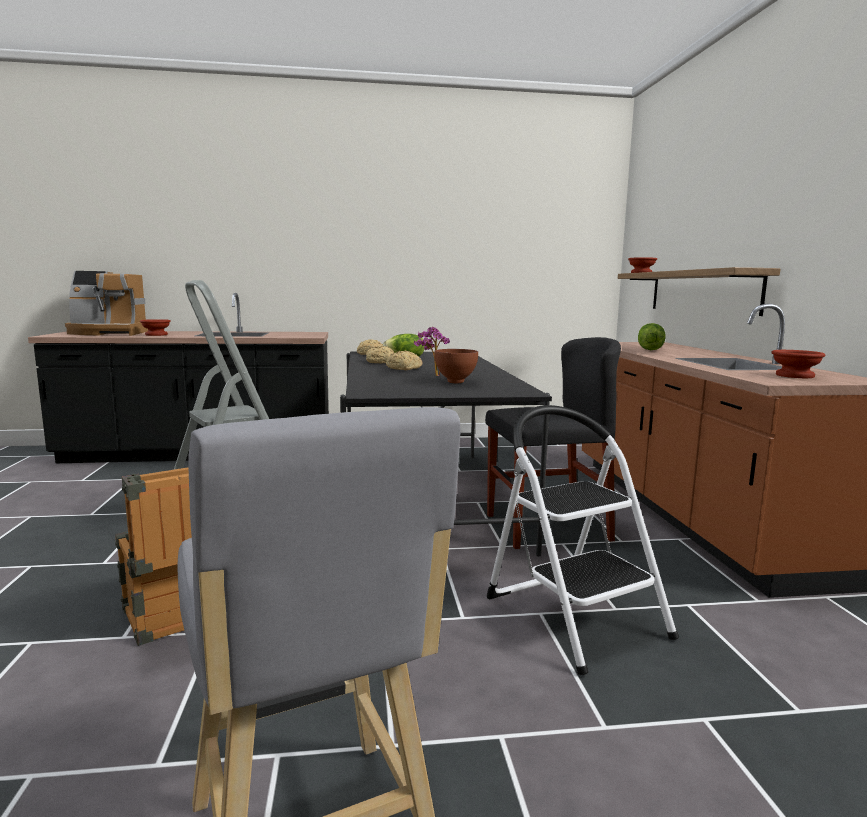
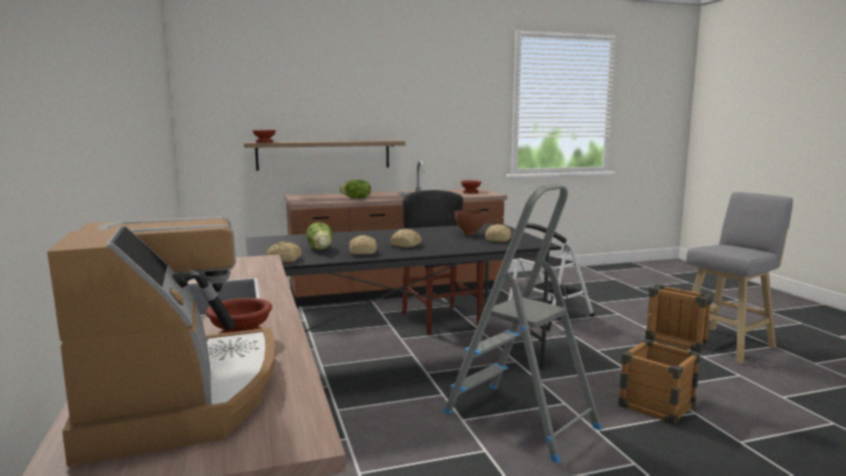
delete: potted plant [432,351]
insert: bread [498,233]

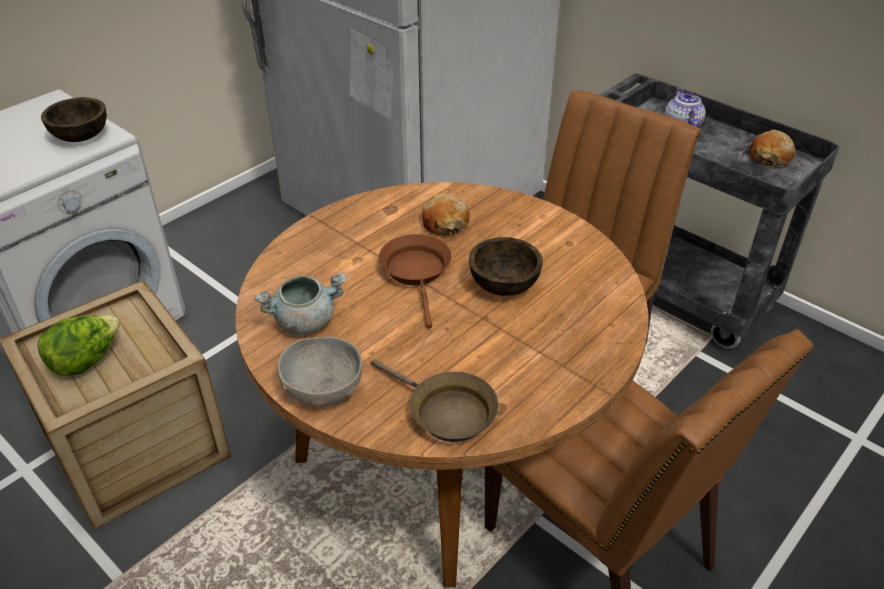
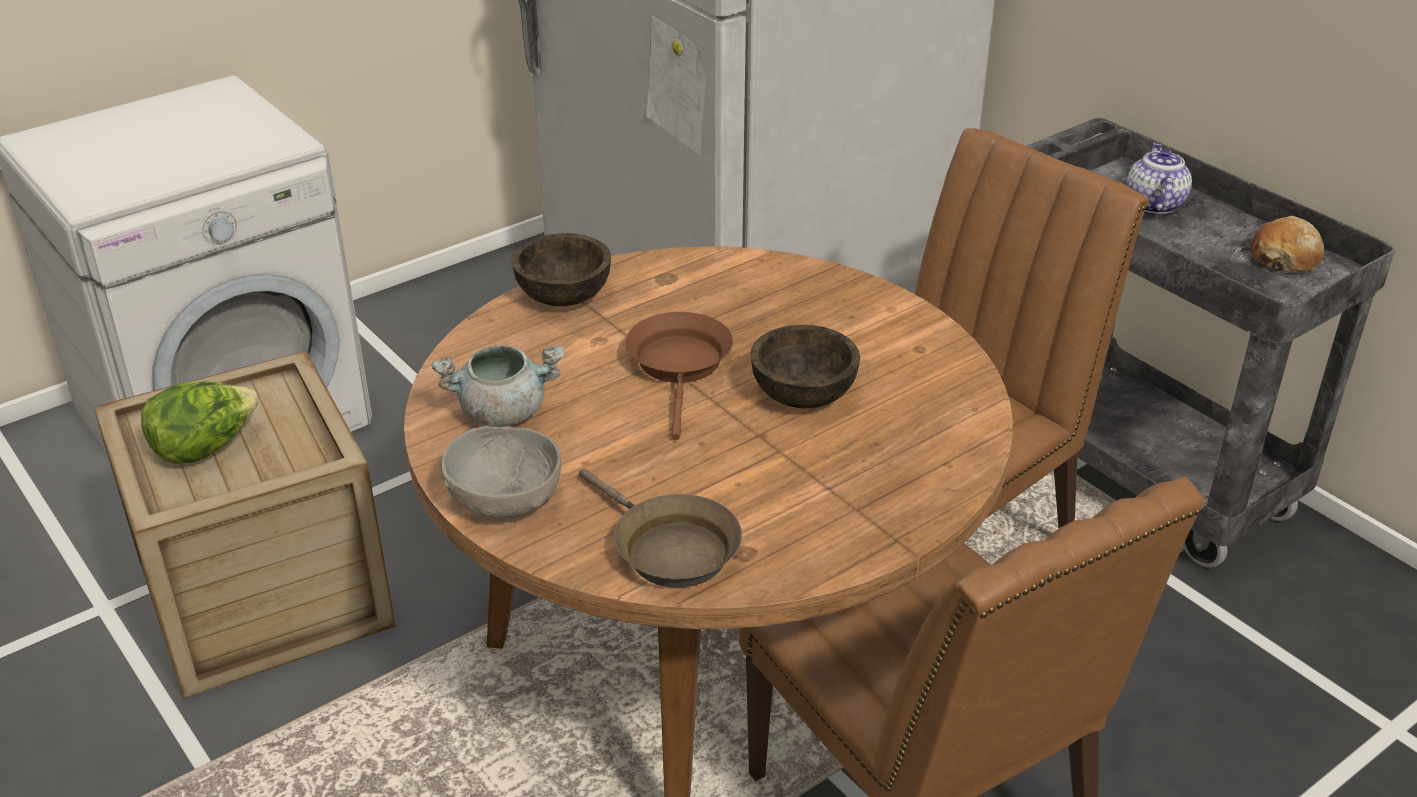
delete: bread [446,214]
move: bowl in brown [74,119] to [561,269]

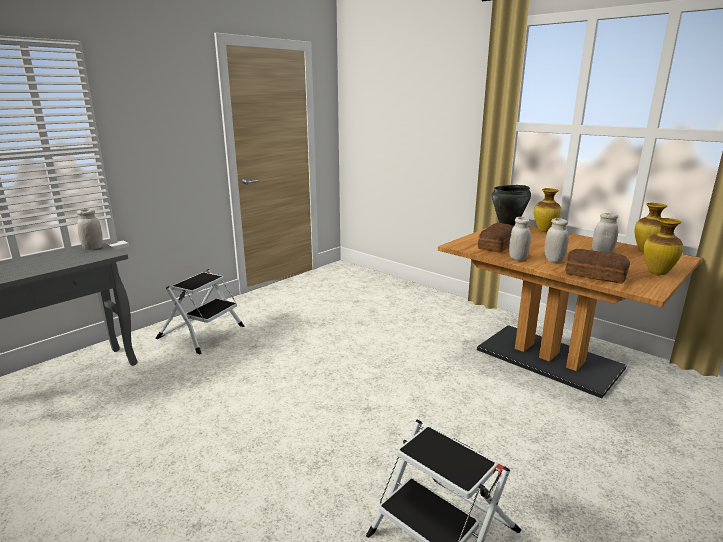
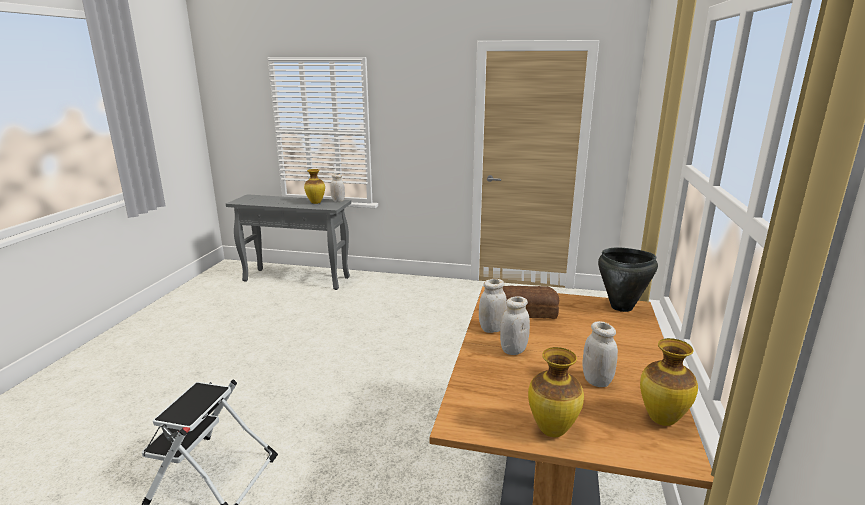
delete: bread [597,266]; step ladder [200,311]
move: vase [547,210] to [314,186]

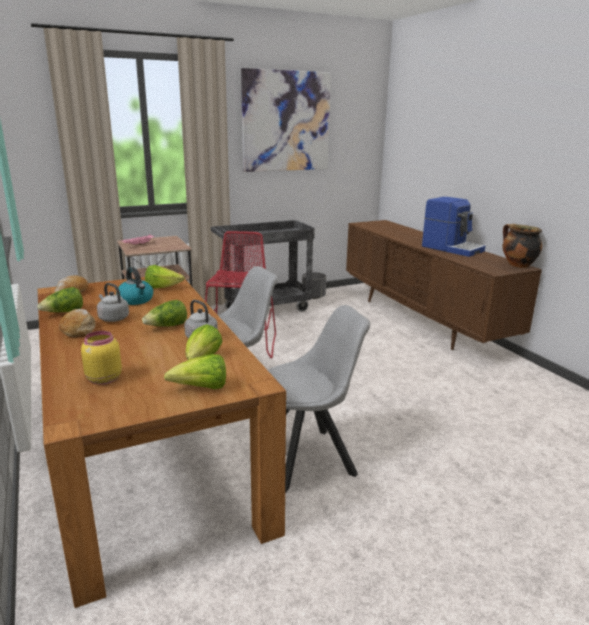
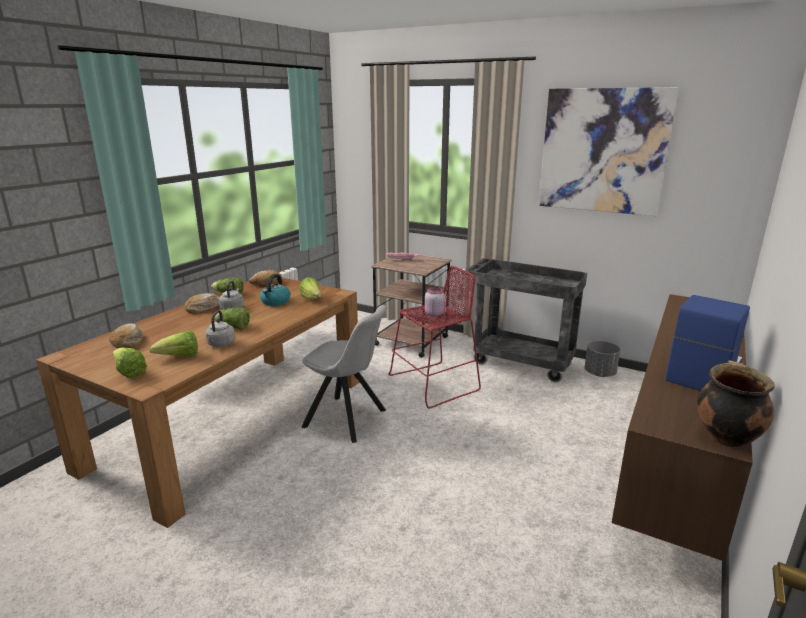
delete: chair in grey [319,399]
insert: jar in pink [435,302]
replace: jar in yellow [101,358] to bread [126,335]
rotate: coffee machine [453,227] = [707,343] 150 degrees counterclockwise

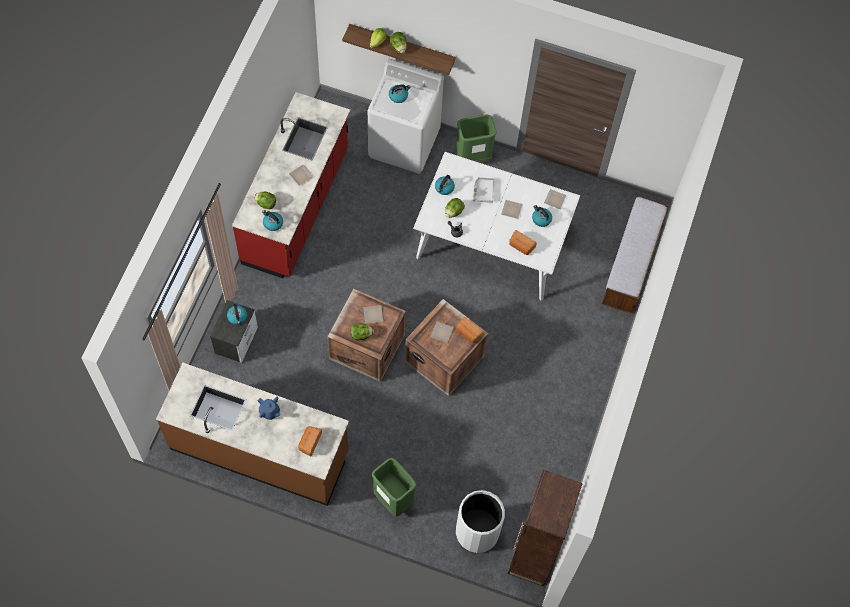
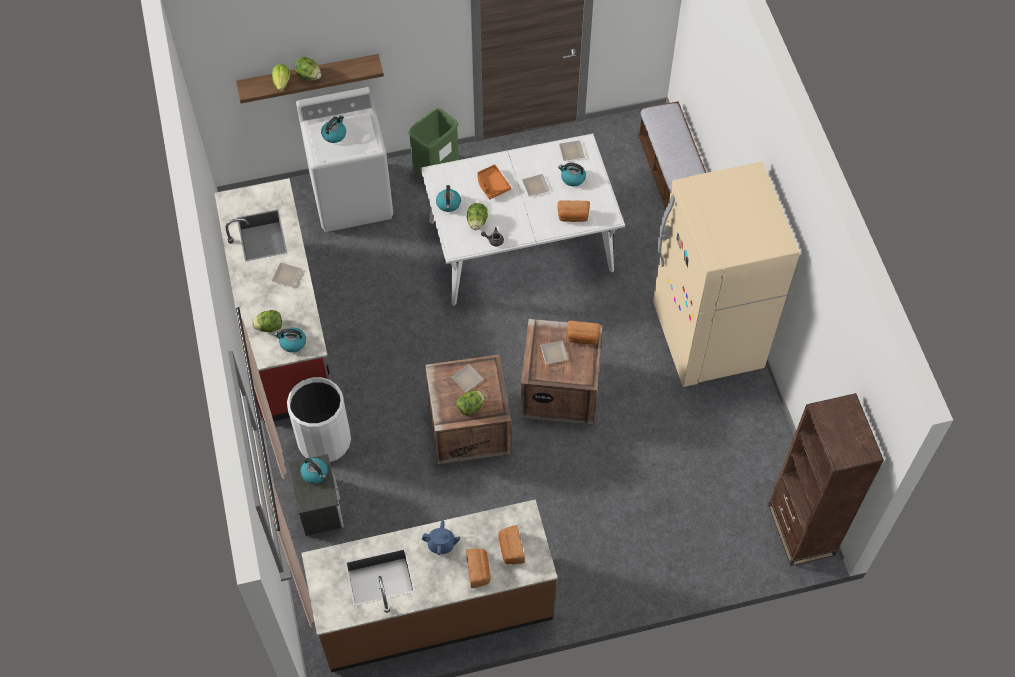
delete: trash can in green [394,487]
insert: fridge in beige [726,274]; bread [478,568]
move: trash can in white [480,521] to [319,419]
recolor: tray in grey [483,190] to tray in orange [494,181]

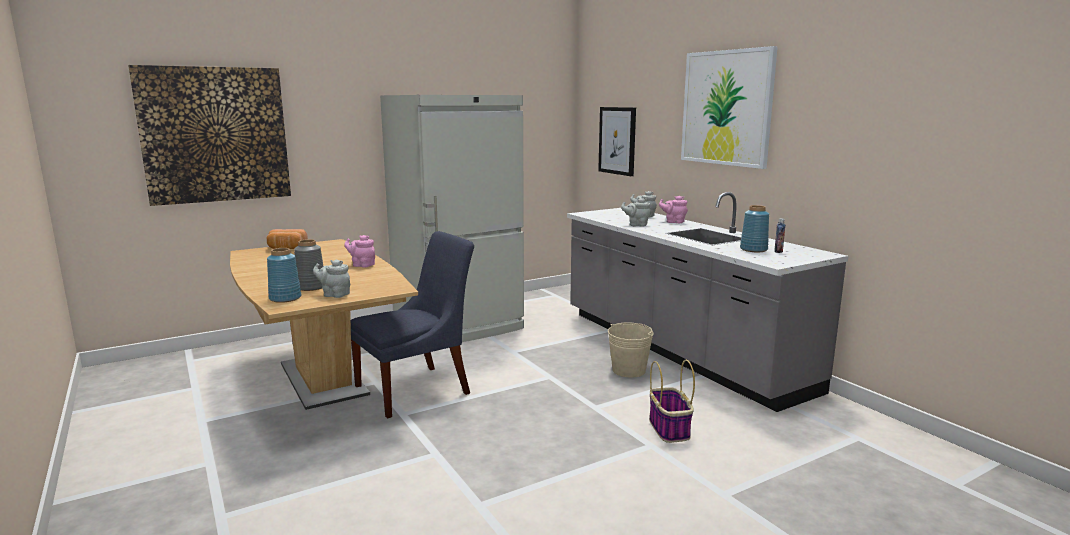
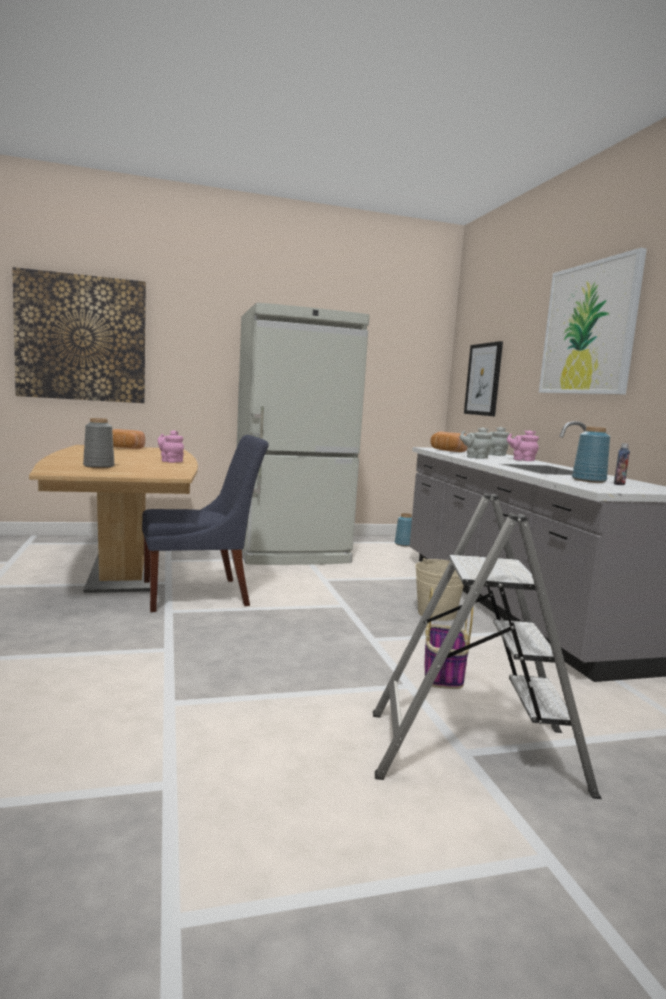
delete: teapot in grey [331,278]
insert: bread [449,442]; step ladder in grey [487,646]
move: vase in blue [284,275] to [403,529]

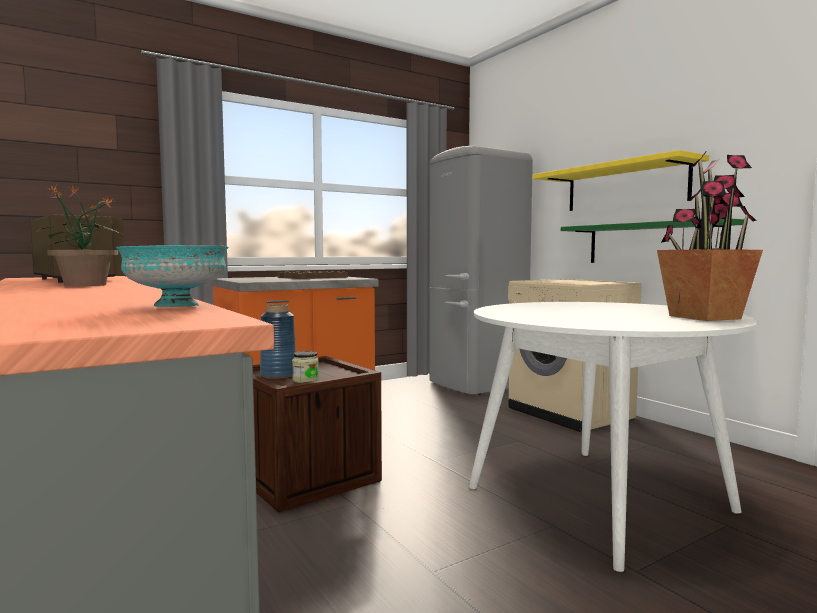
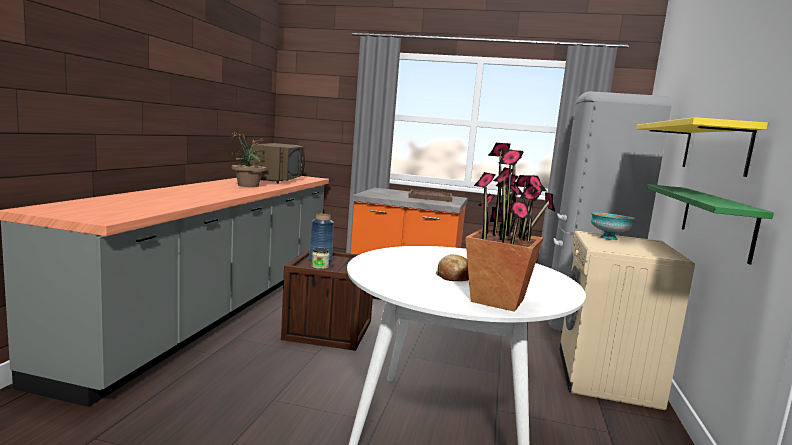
insert: bread [452,267]
move: bowl in turquoise [172,276] to [613,226]

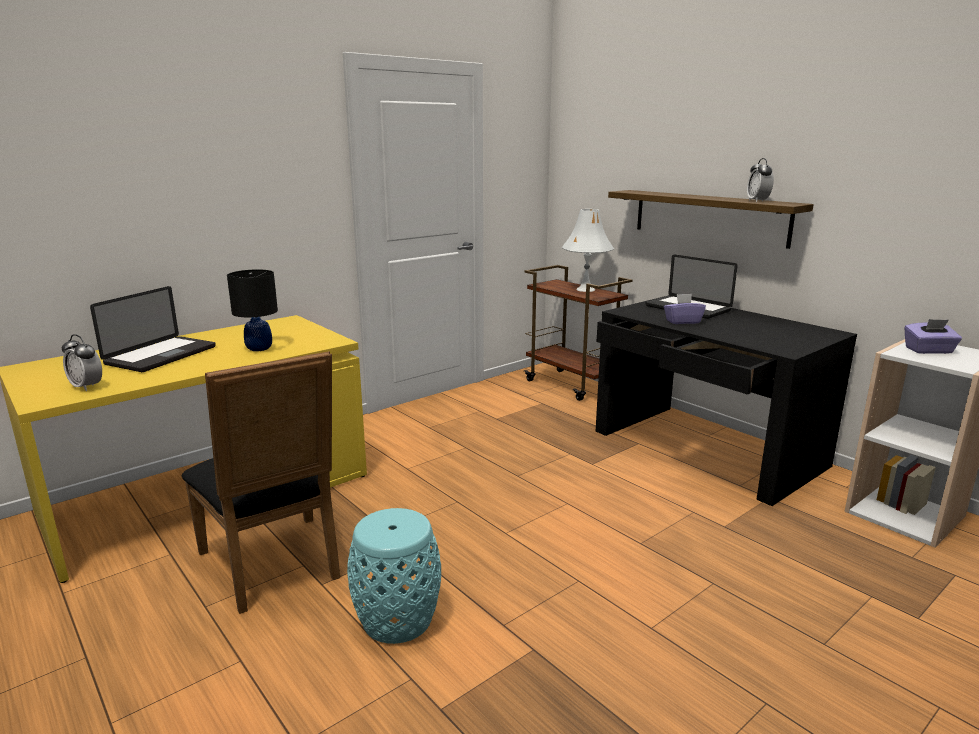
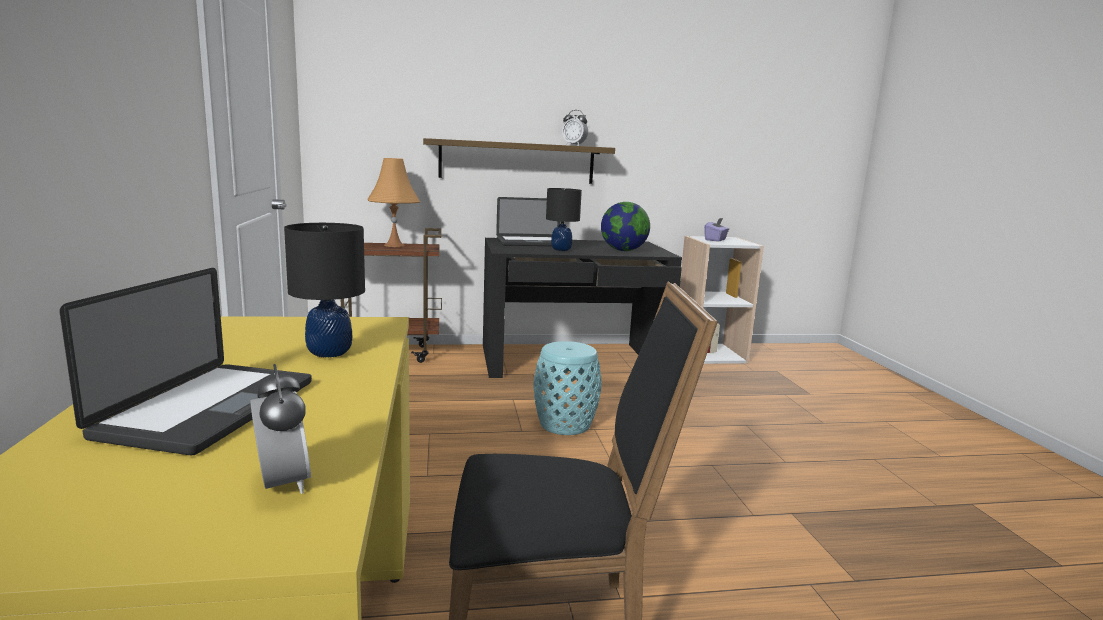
insert: globe [625,226]
move: stool in turquoise [394,576] to [568,388]
replace: tissue box in purple [685,309] to table lamp in black [564,219]
recolor: table lamp in white [588,250] to table lamp in orange [393,202]
rotate: laptop [153,329] = [185,361] 45 degrees clockwise; alarm clock [82,362] = [280,429] 90 degrees counterclockwise

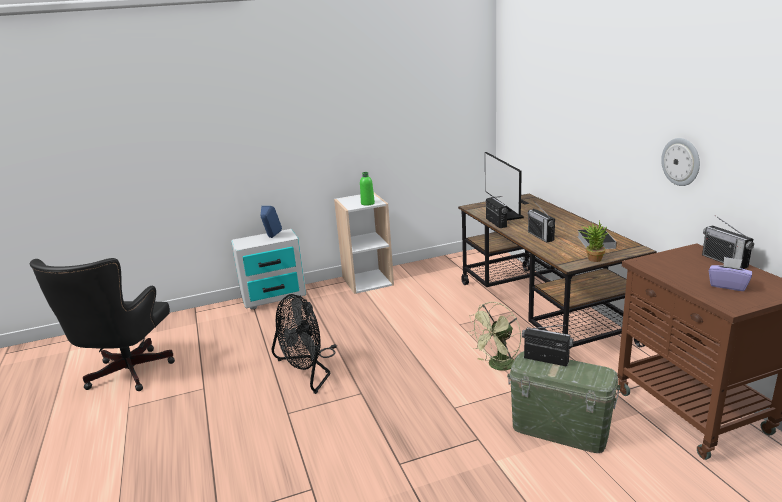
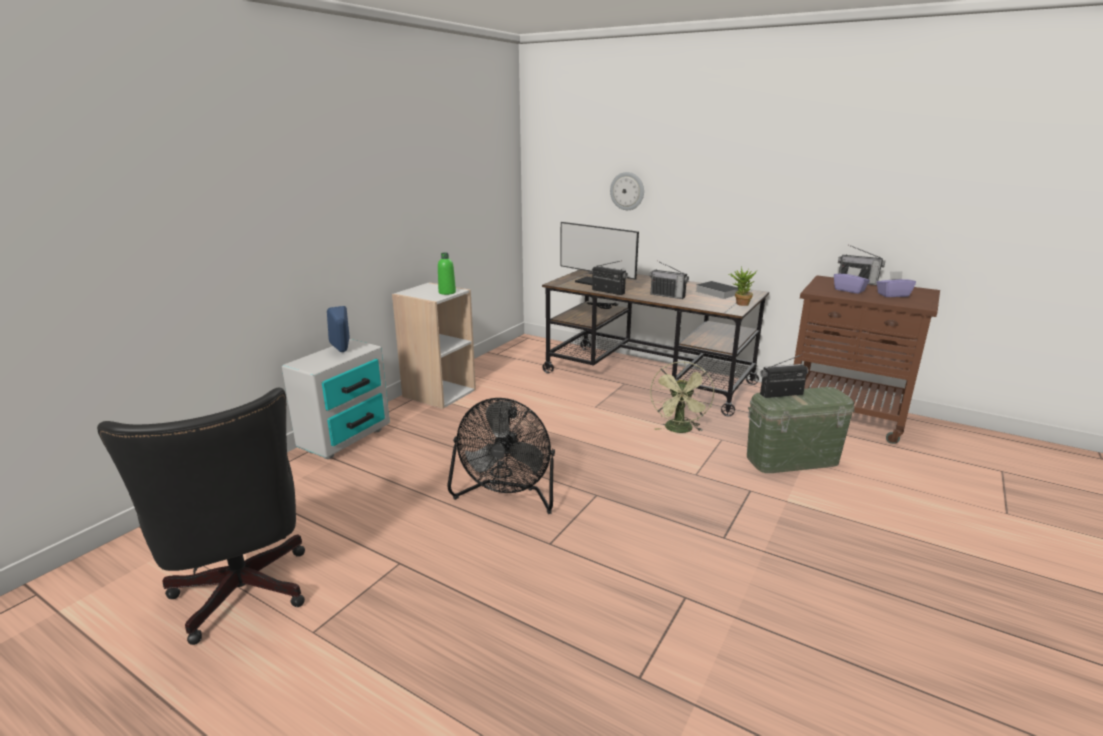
insert: tissue box in purple [852,280]
move: wall clock [680,162] to [627,191]

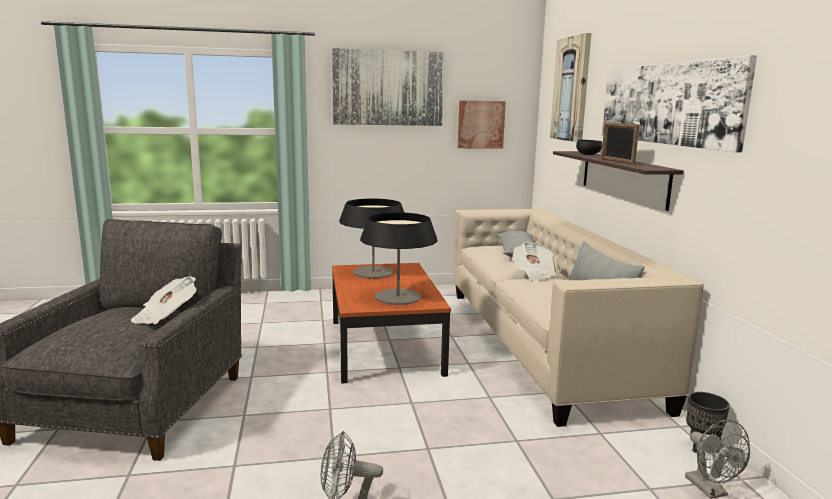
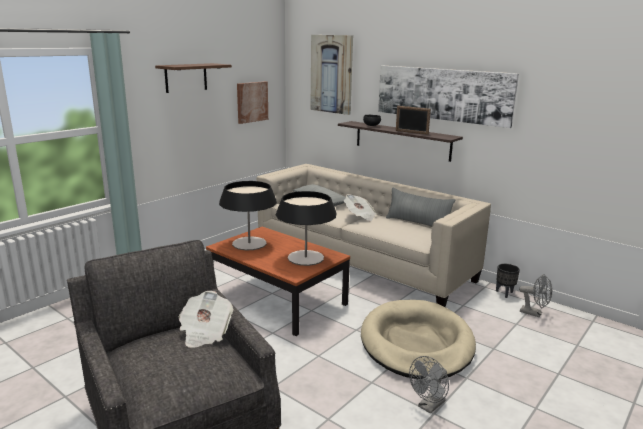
insert: dog bed in beige [418,339]
replace: picture [388,87] to shelf [193,78]

